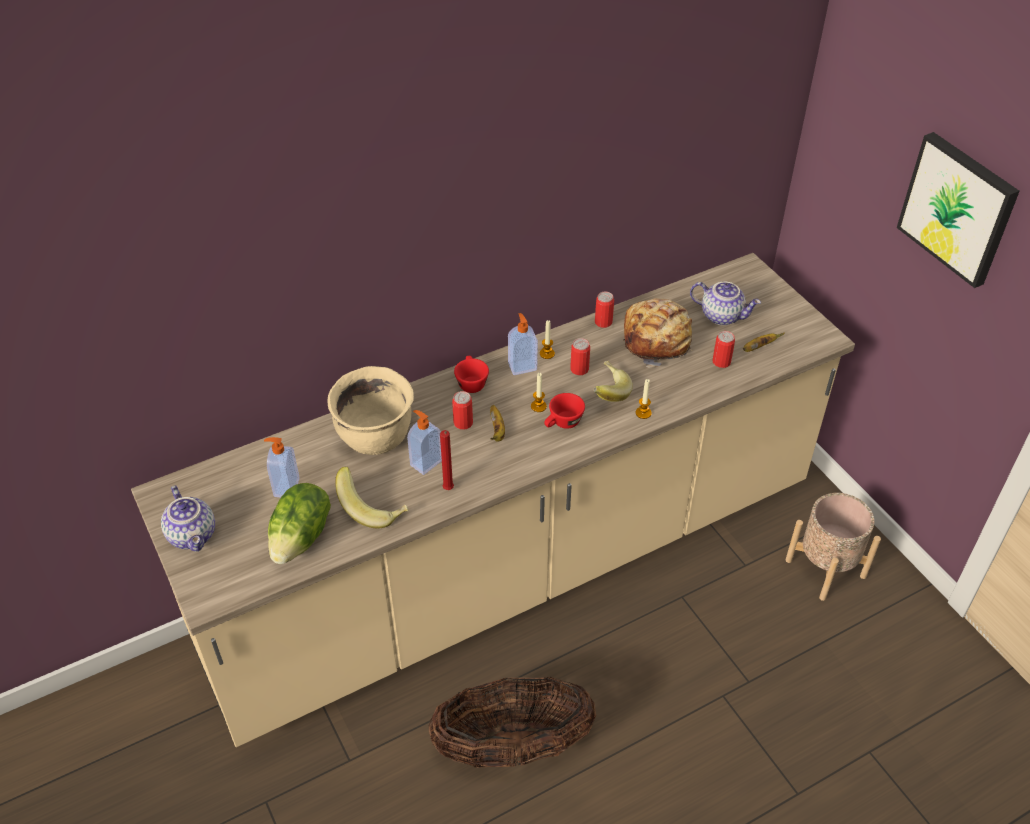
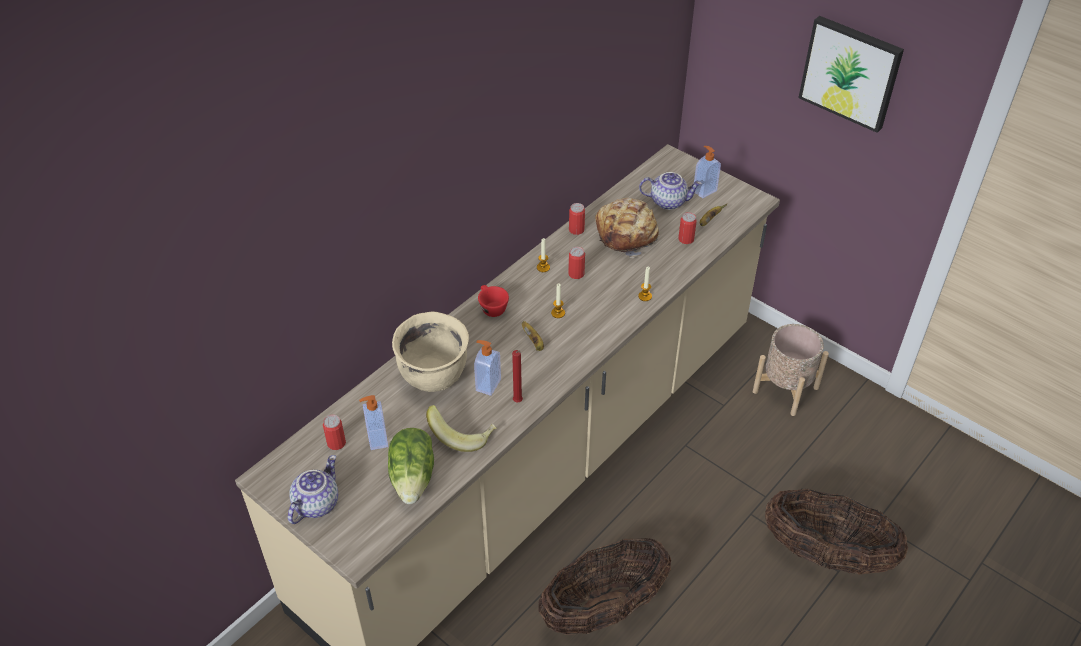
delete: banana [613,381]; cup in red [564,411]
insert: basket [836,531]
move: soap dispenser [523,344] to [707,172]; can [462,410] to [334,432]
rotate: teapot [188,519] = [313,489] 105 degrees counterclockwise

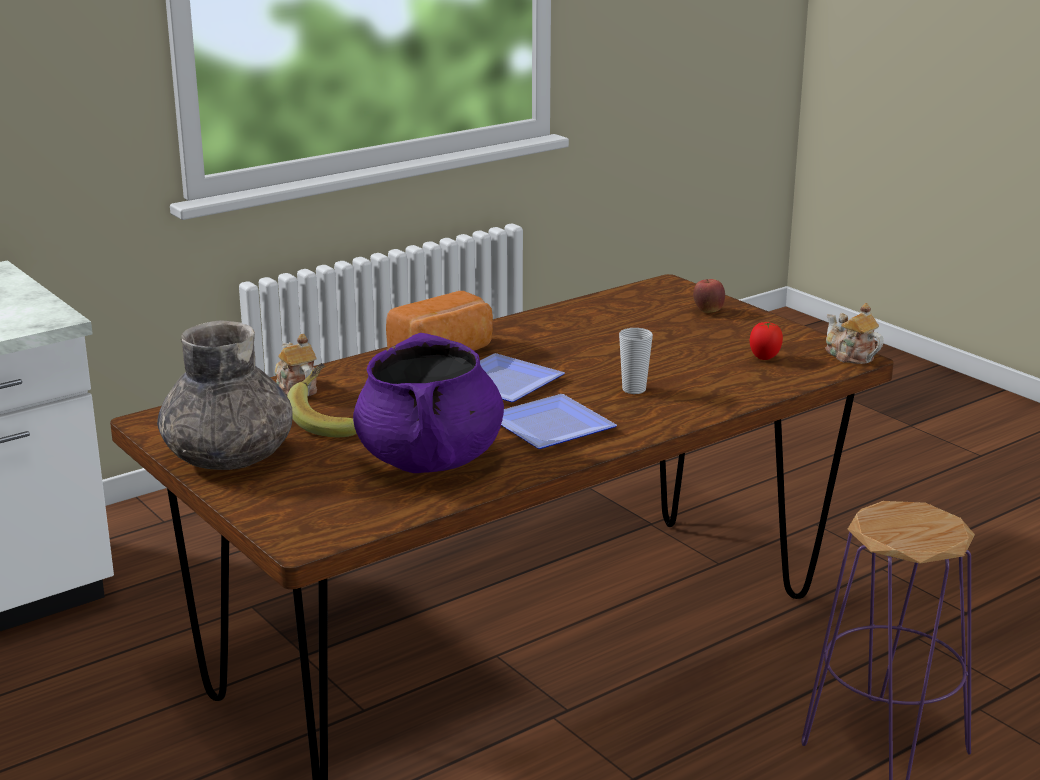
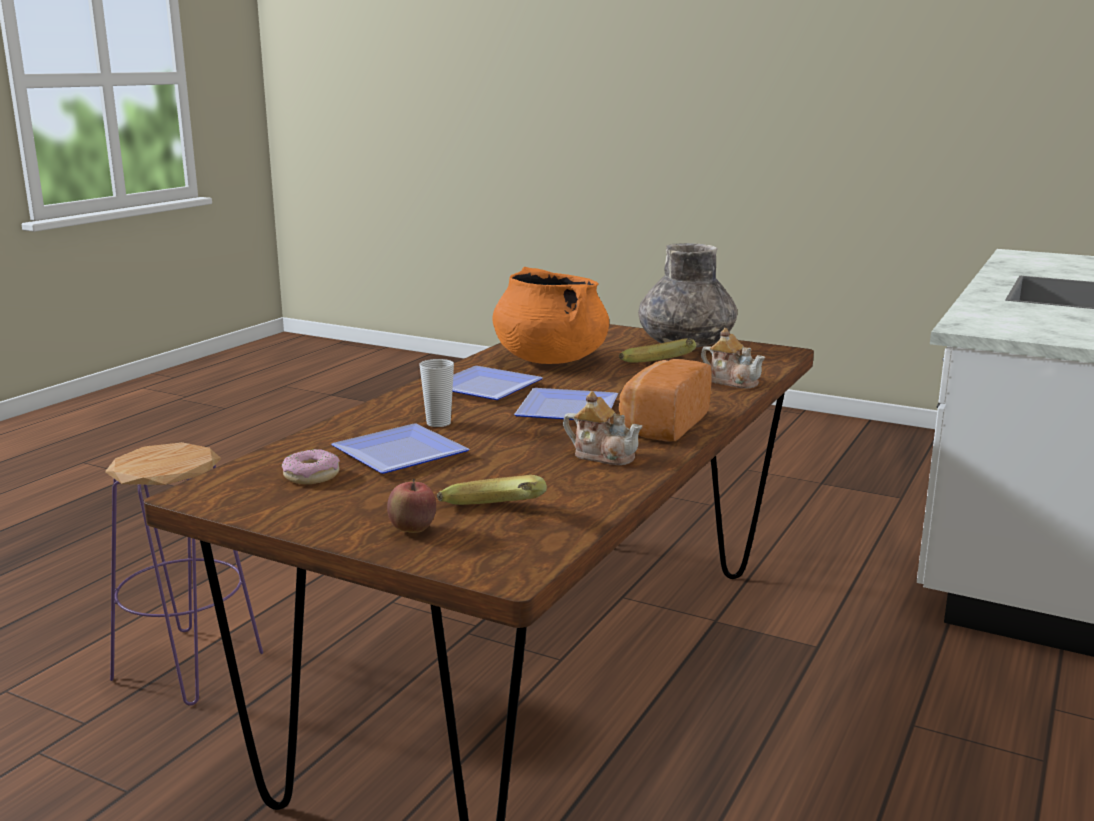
insert: plate [400,448]; banana [492,490]
move: teapot [854,333] to [602,428]
replace: tomato [766,341] to donut [311,466]
recolor: cooking pot in purple [428,403] to cooking pot in orange [551,315]

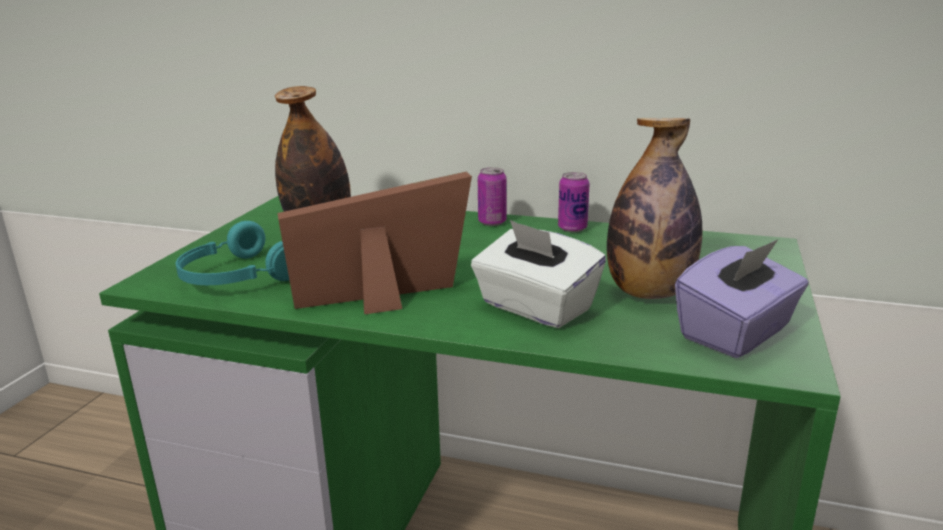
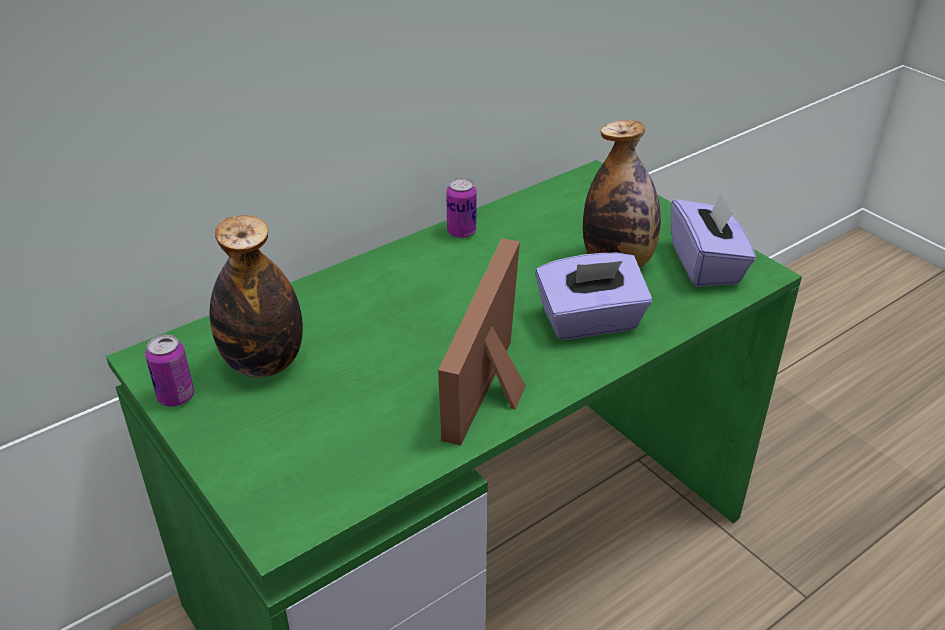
delete: headphones in turquoise [232,253]
move: can [492,196] to [169,370]
recolor: tissue box in white [538,274] to tissue box in purple [593,296]

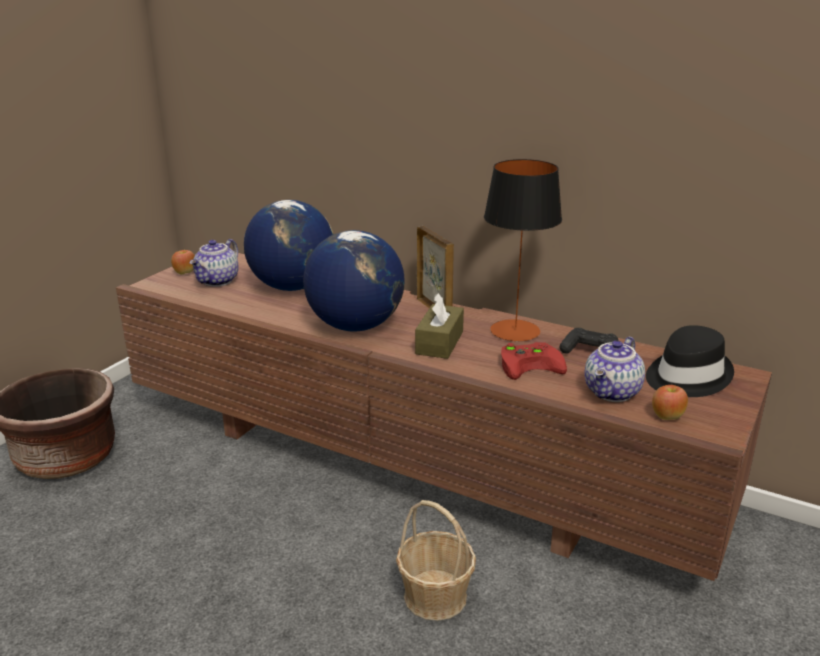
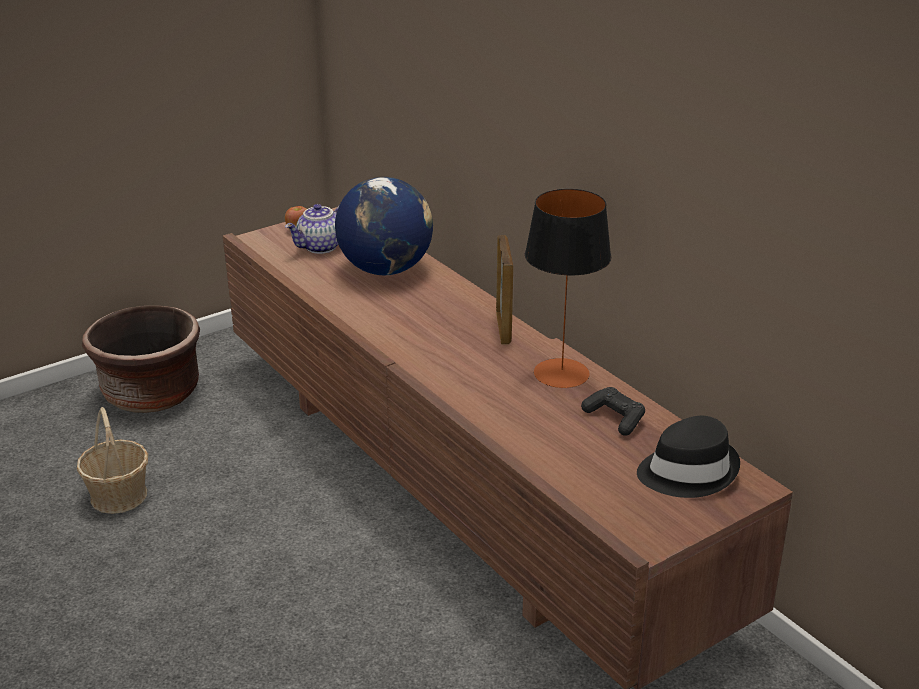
delete: globe [353,280]; tissue box in brown [439,326]; teapot [614,369]; game controller in red [534,361]; apple [670,402]
move: basket [436,560] to [112,460]

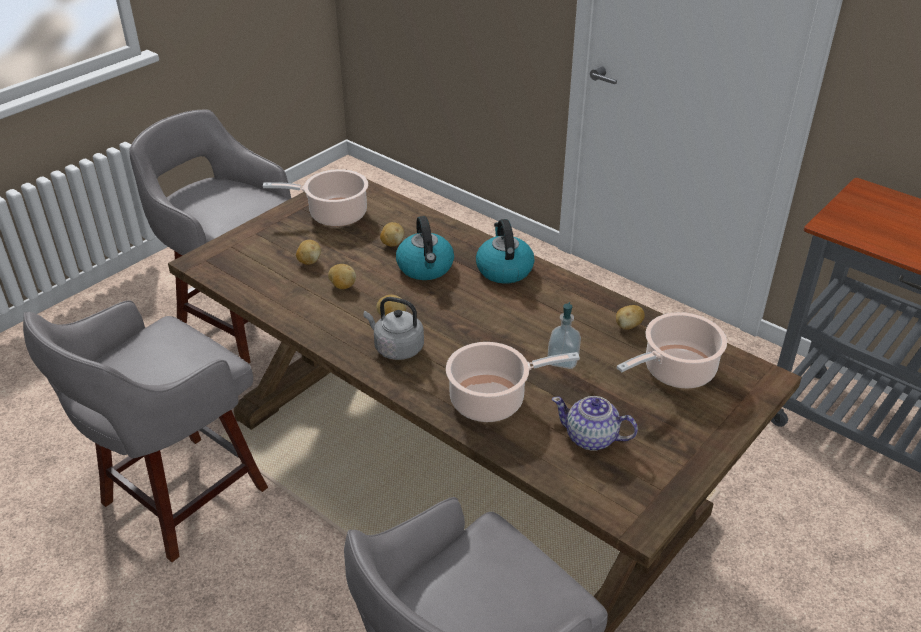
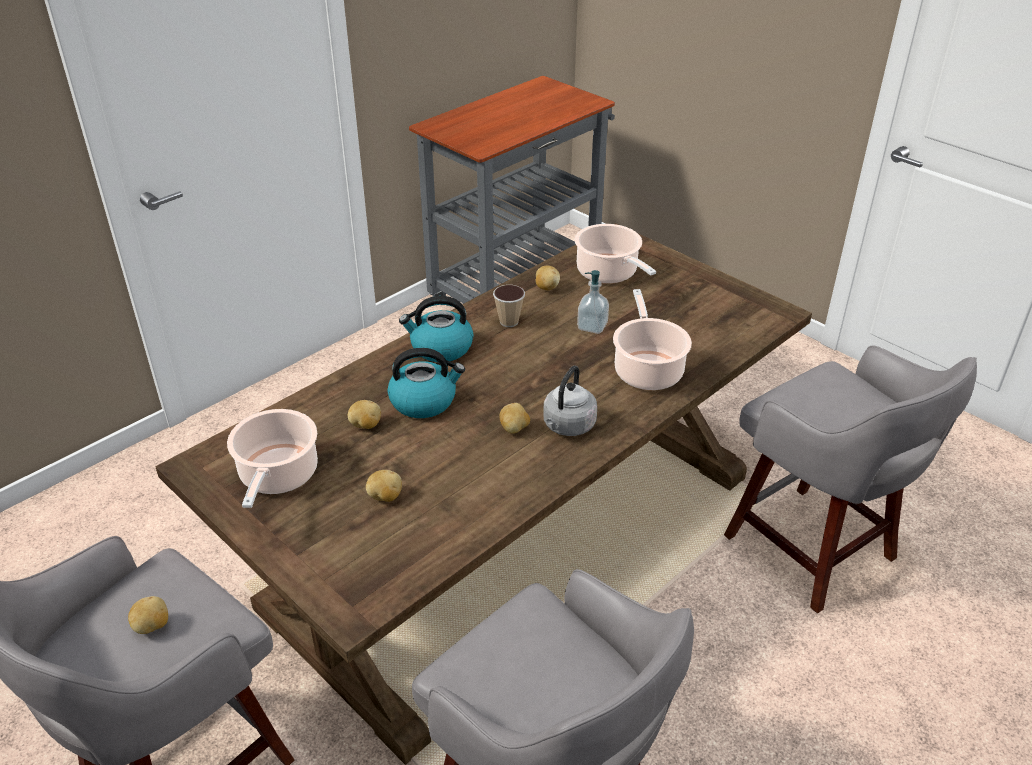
delete: teapot [595,423]
insert: cup [509,306]
move: potato [342,276] to [148,615]

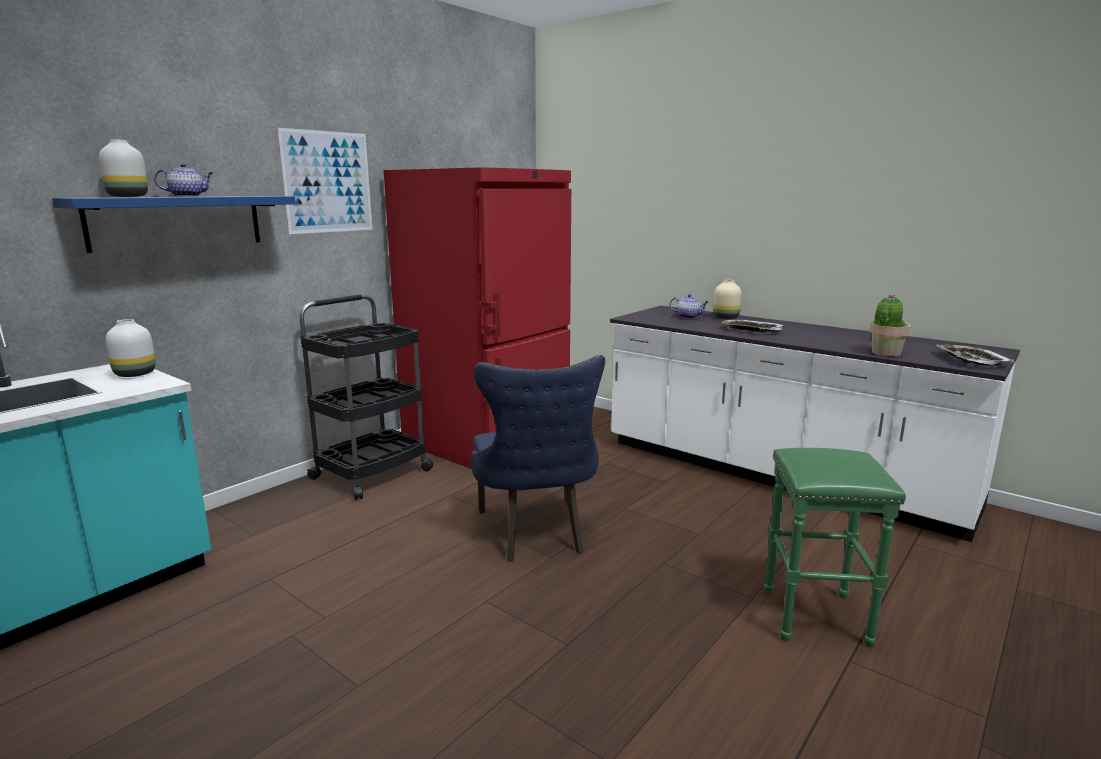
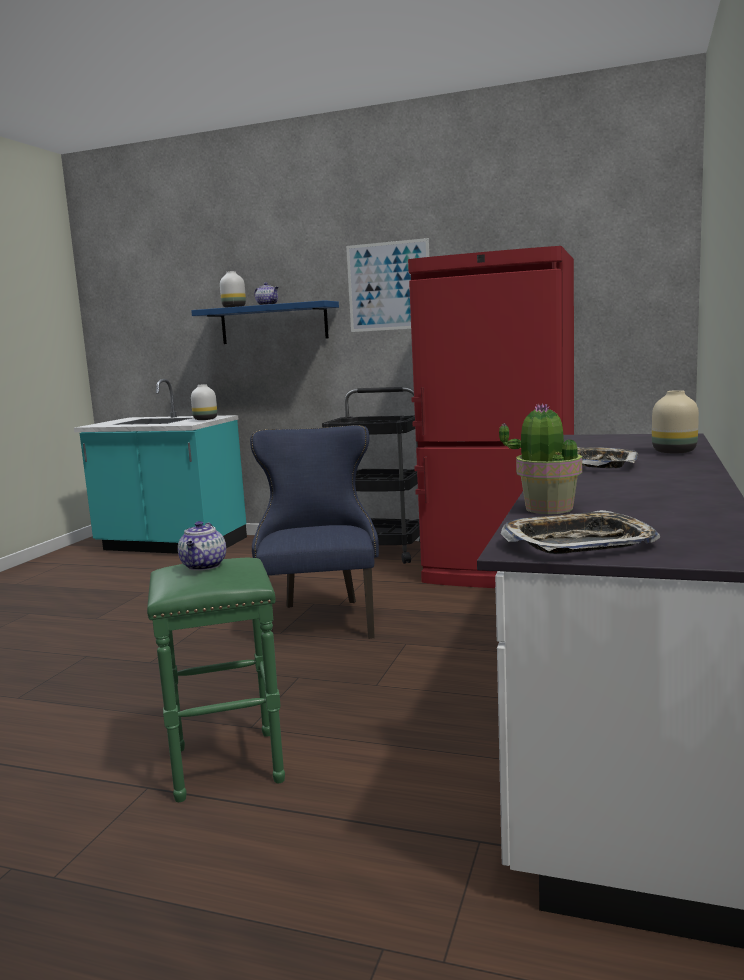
move: teapot [689,306] to [202,546]
rotate: chair in blue [538,458] = [314,532] 120 degrees clockwise

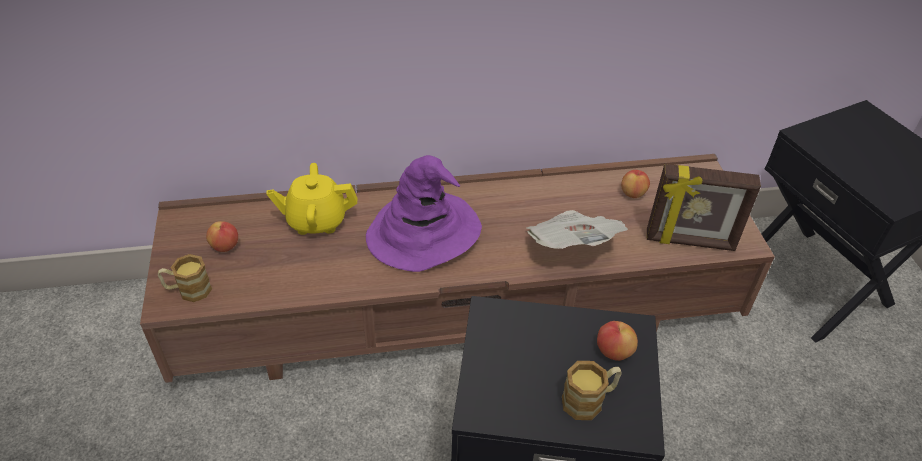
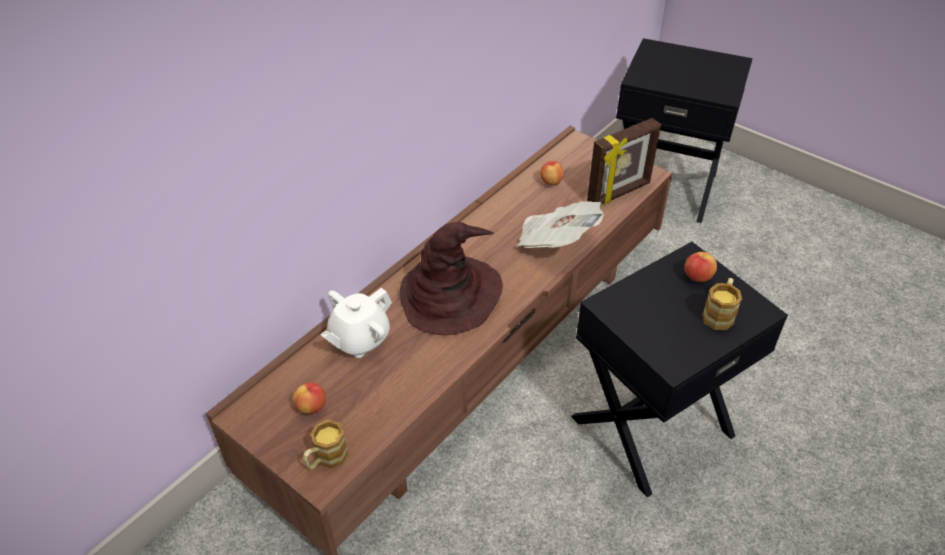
recolor: hat in purple [424,213] to hat in brown [451,278]; teapot in yellow [312,199] to teapot in white [356,323]

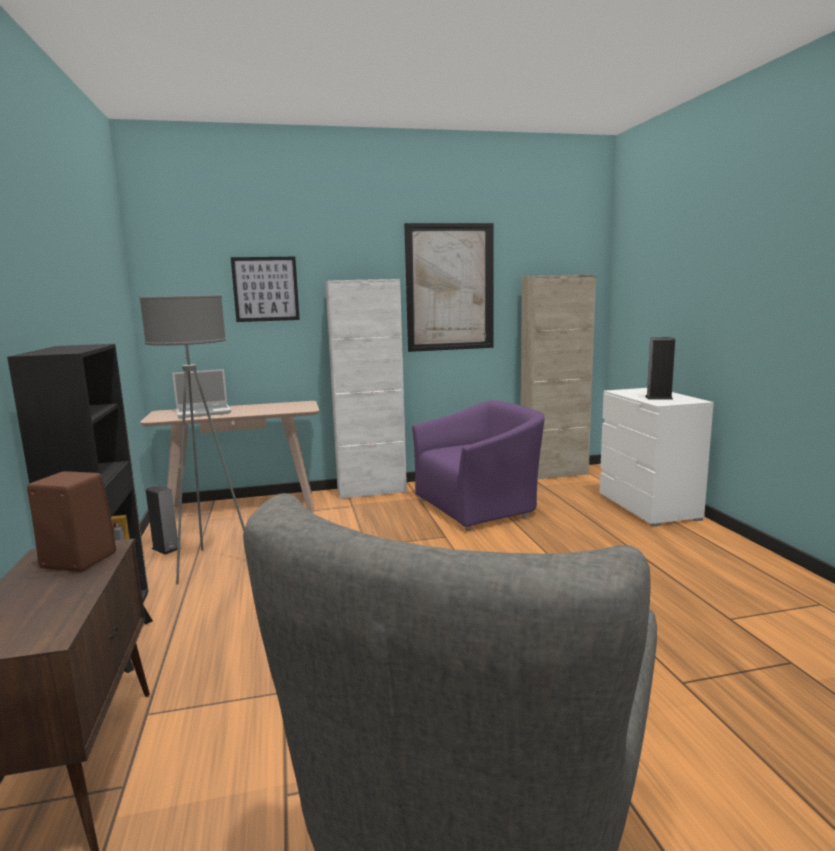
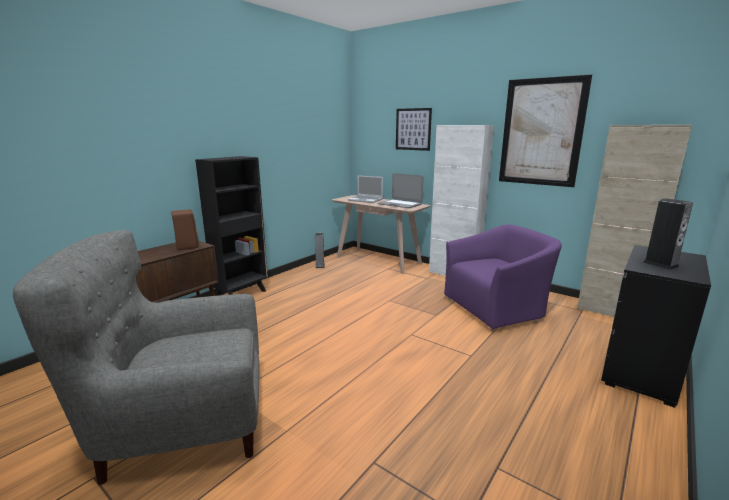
delete: floor lamp in grey [192,439]
insert: laptop [400,190]
recolor: dresser in white [656,457] to dresser in black [656,326]
rotate: armchair in purple [478,465] = [503,278] 45 degrees counterclockwise

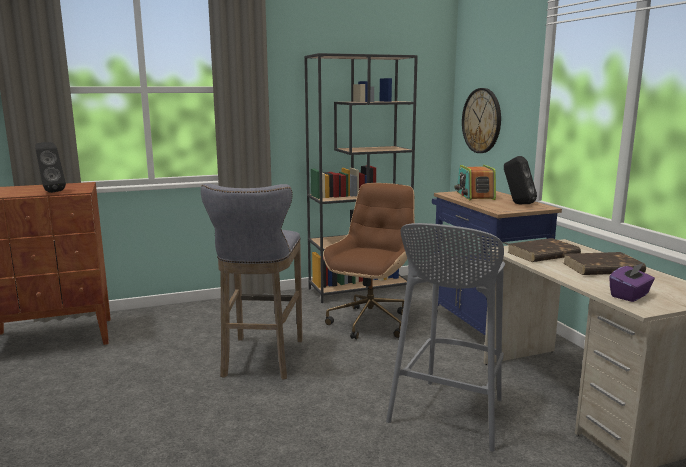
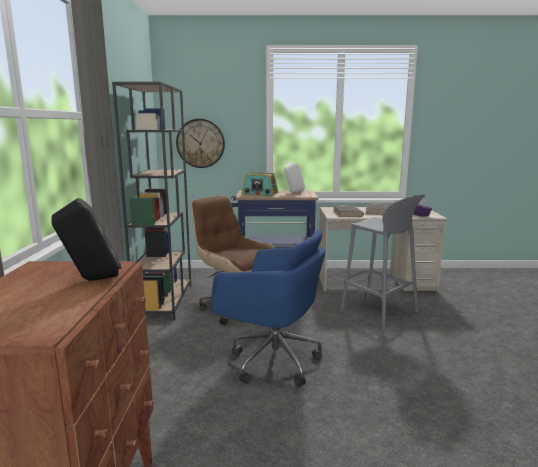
replace: stool in grey [252,281] to office chair in blue [268,308]
recolor: speaker in black [520,180] to speaker in white [294,177]

